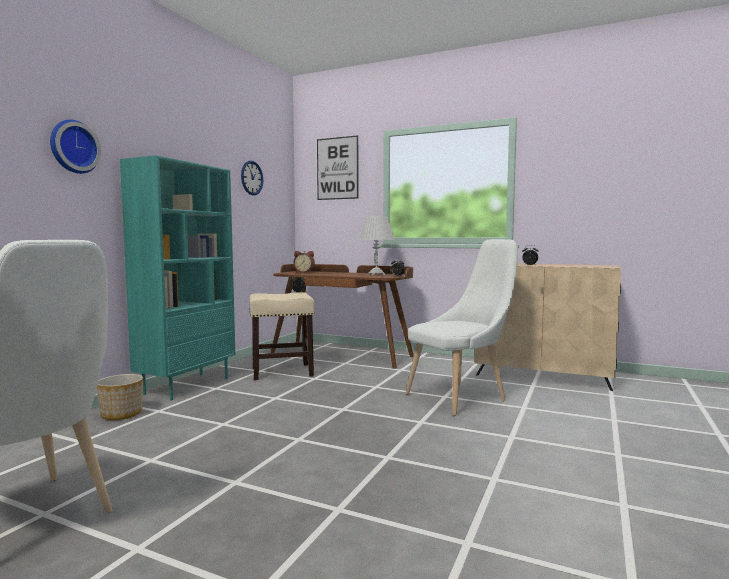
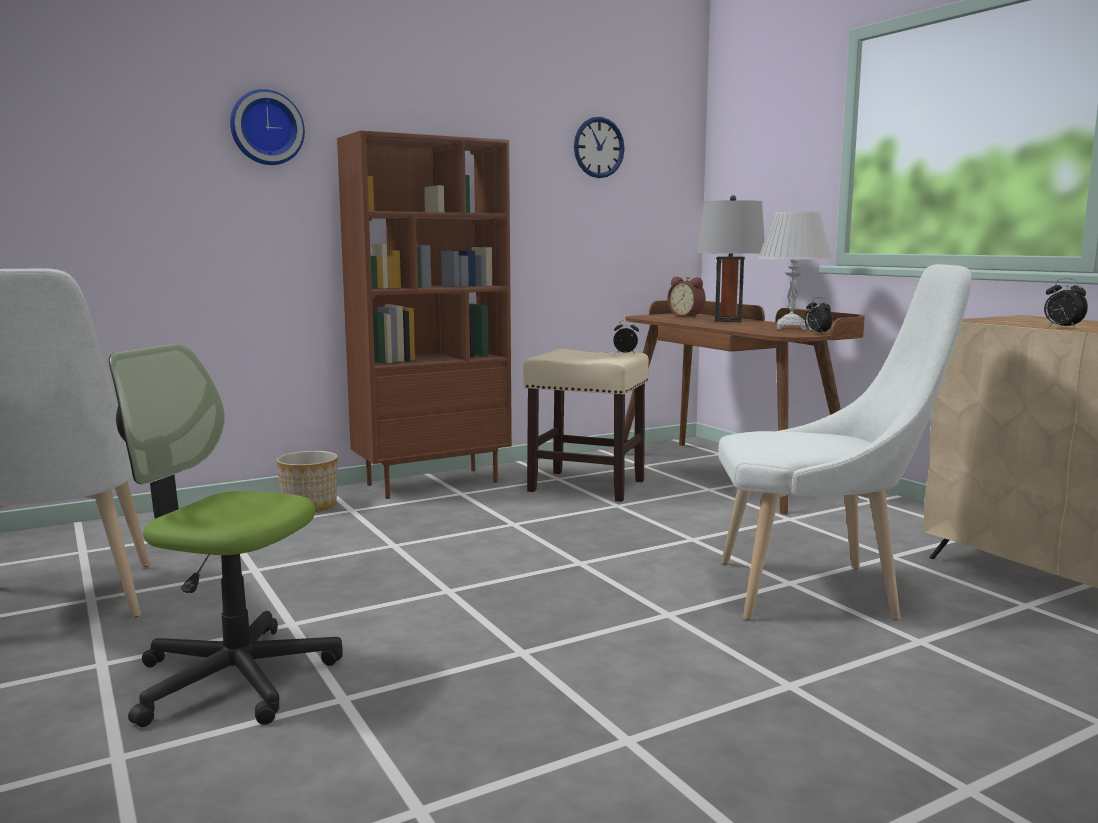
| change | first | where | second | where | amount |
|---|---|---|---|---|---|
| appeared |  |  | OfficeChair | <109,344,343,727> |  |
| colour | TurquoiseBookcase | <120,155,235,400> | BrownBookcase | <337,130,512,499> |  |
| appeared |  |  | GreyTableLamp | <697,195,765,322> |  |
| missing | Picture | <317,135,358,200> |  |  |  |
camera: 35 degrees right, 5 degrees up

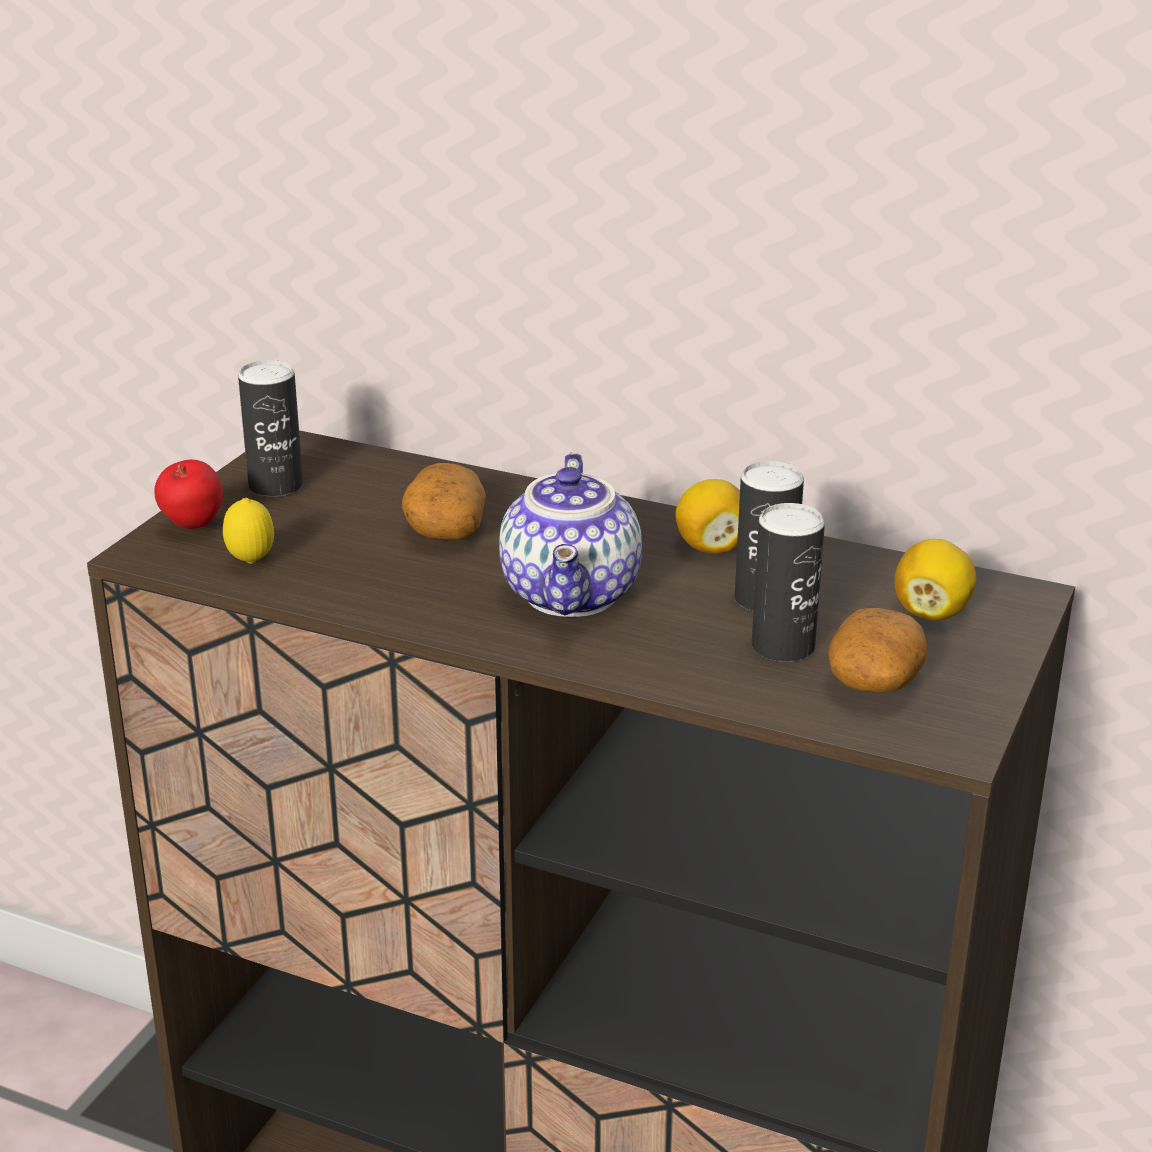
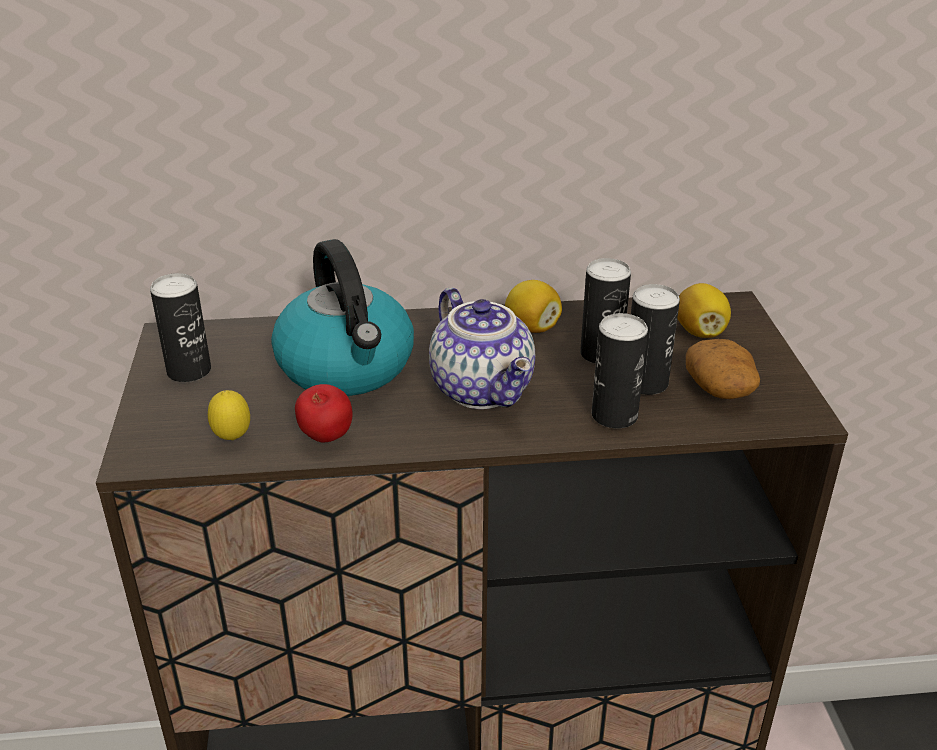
| change | first | where | second | where | amount |
|---|---|---|---|---|---|
| exchanged | Potato | <402,463,486,541> | Kettle | <271,239,414,396> |  |
| relocated | Apple | <154,460,223,529> |  | <295,384,353,442> |  |
| appeared |  |  | Can | <592,313,648,428> |  |
camera: 30 degrees left, 5 degrees up

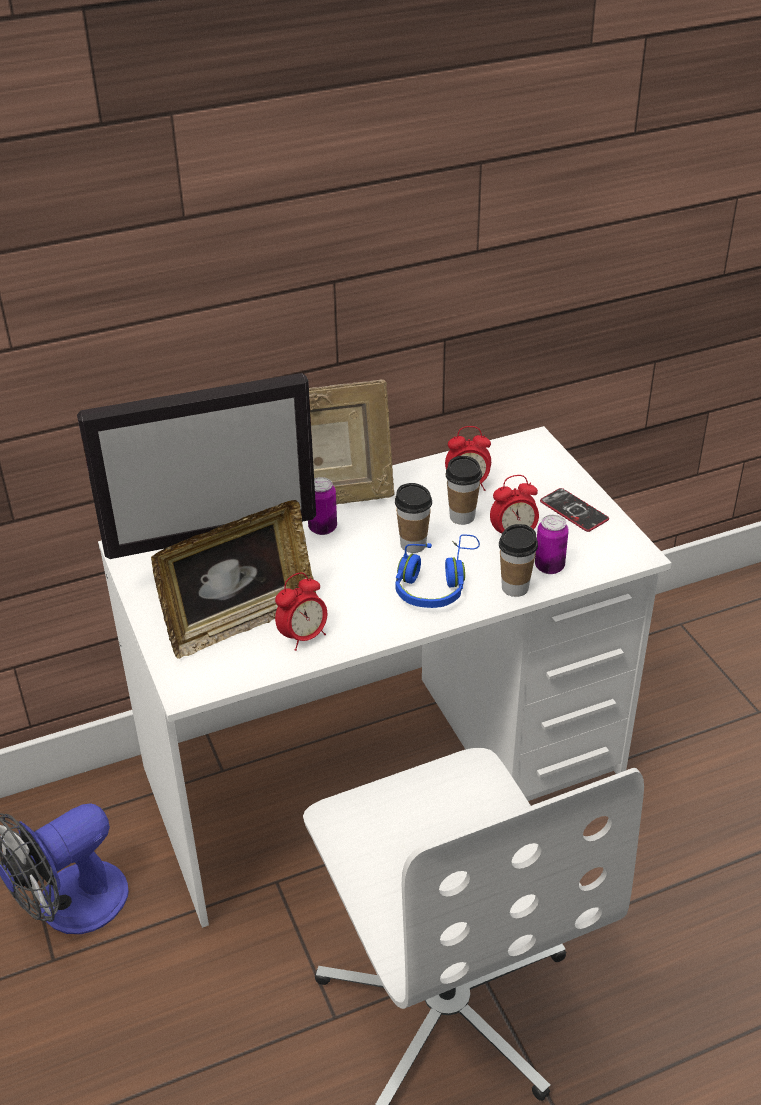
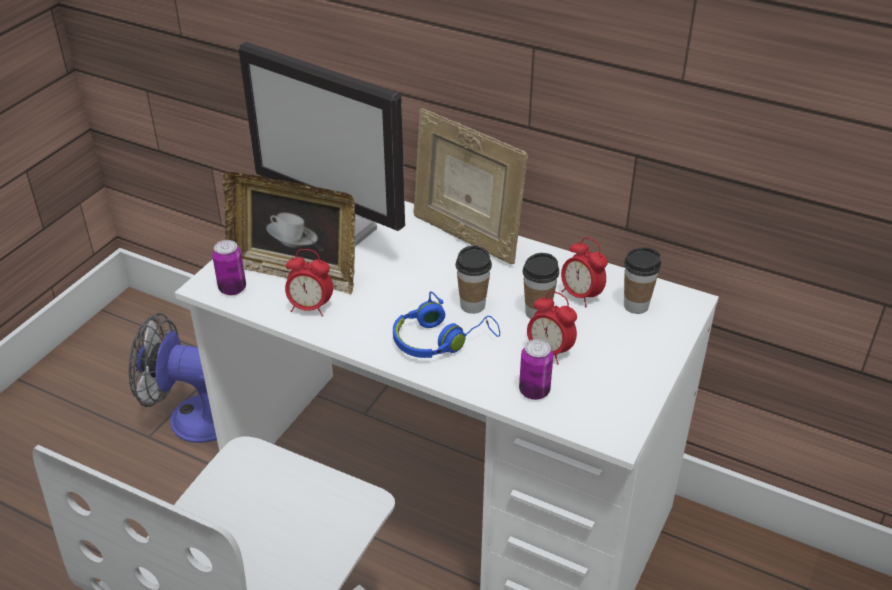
| change | first | where | second | where | amount |
|---|---|---|---|---|---|
| relocated | Can | <308,477,337,535> |  | <212,240,246,295> |  |
| relocated | Cup | <499,524,538,597> |  | <624,248,661,314> |  |
| missing | Phone | <540,488,609,532> |  |  |  |
camera: 50 degrees right, 0 degrees up

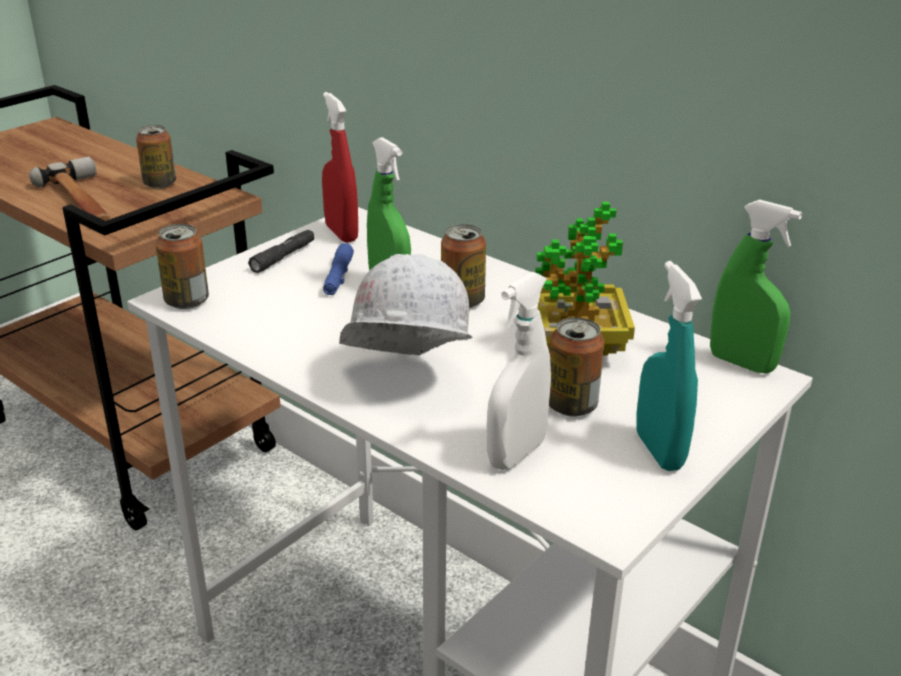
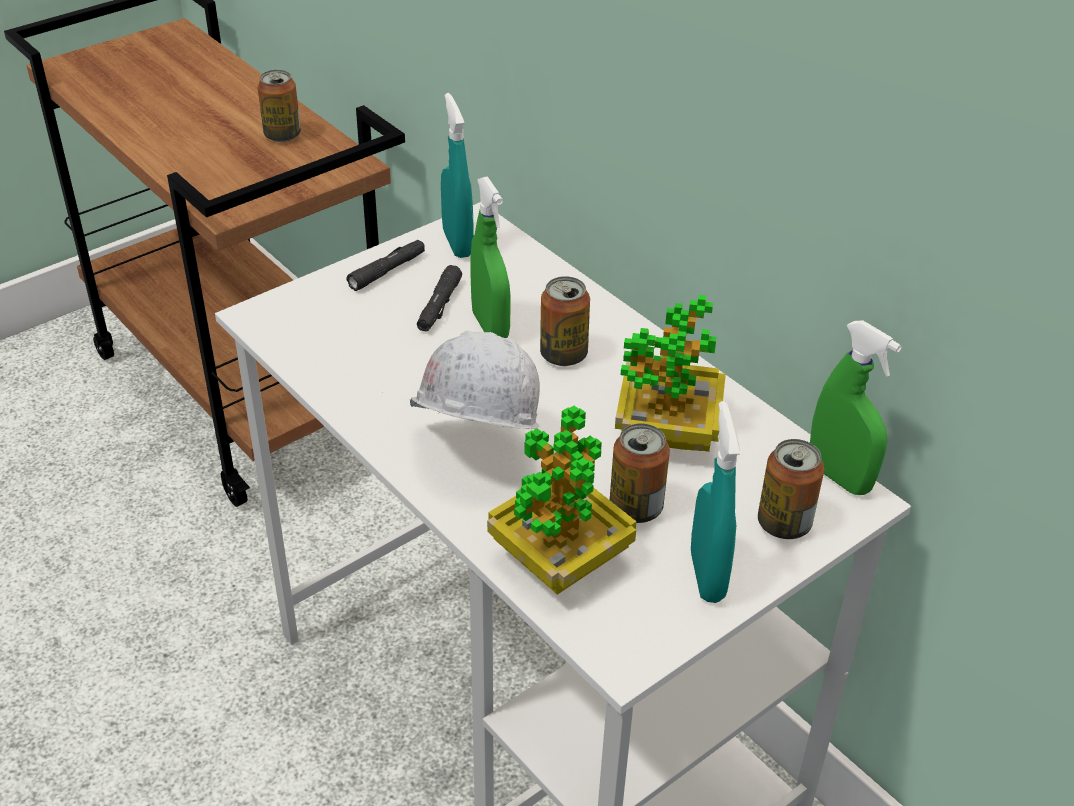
| change | first | where | second | where | amount |
|---|---|---|---|---|---|
| colour | BlueFlashlight | <323,243,354,295> | BlackFlashlight | <417,265,462,332> |  |
| colour | RedSprayBottle | <322,92,358,243> | TurquoiseSprayBottle | <441,93,473,258> |  |
| exchanged | WhiteSprayBottle | <487,272,551,470> | PottedPlant | <487,406,637,595> |  |
| relocated | Can | <155,224,209,309> |  | <758,439,824,539> |  |
| missing | Hammer | <29,157,110,221> |  |  |  |
camera: 10 degrees right, 10 degrees up

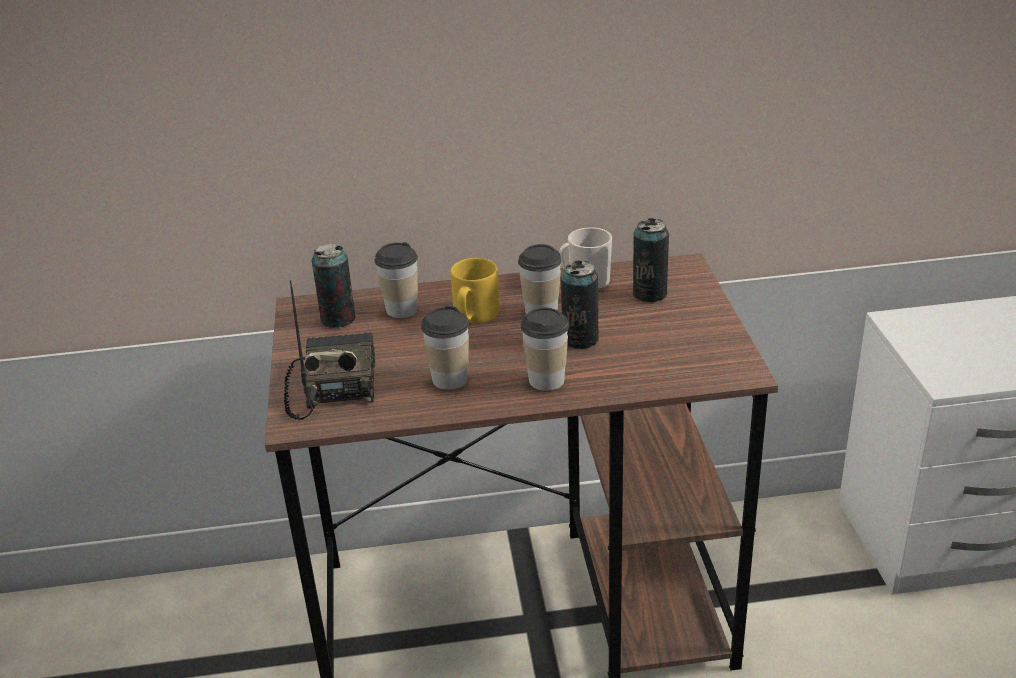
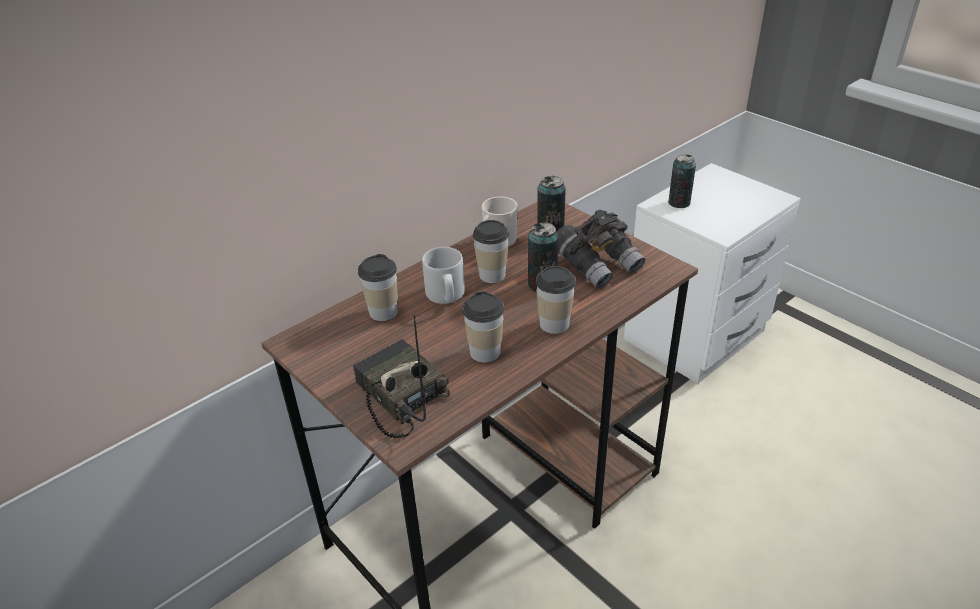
| change | first | where | second | where | amount |
|---|---|---|---|---|---|
| colour | YellowMug | <450,258,500,324> | GreyMug | <422,247,465,304> |  |
| appeared |  |  | GreyBinoculars | <557,210,645,289> |  |
| relocated | Can | <311,243,356,328> |  | <668,155,696,208> |  |
camera: 35 degrees left, 5 degrees up

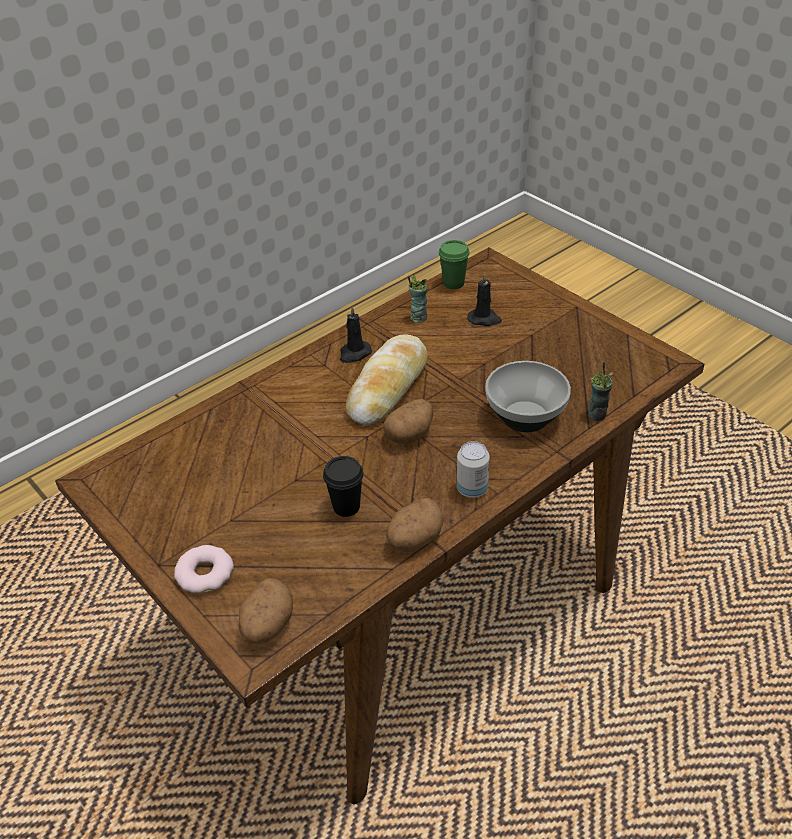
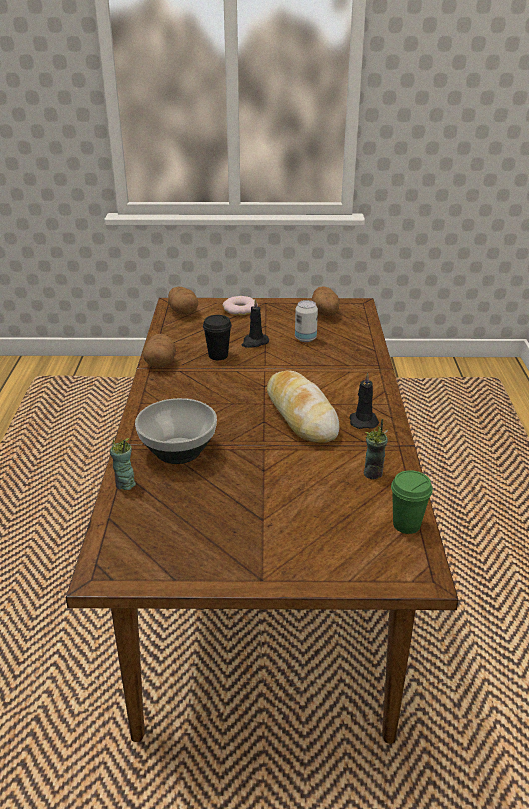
| change | first | where | second | where | amount |
|---|---|---|---|---|---|
| relocated | BlackCandle | <467,273,502,326> |  | <242,298,269,348> |  |
| relocated | Can | <457,441,490,498> |  | <295,300,318,342> |  |
| relocated | Potato | <383,399,433,444> |  | <312,286,340,317> |  |
camera: 130 degrees right, 10 degrees down

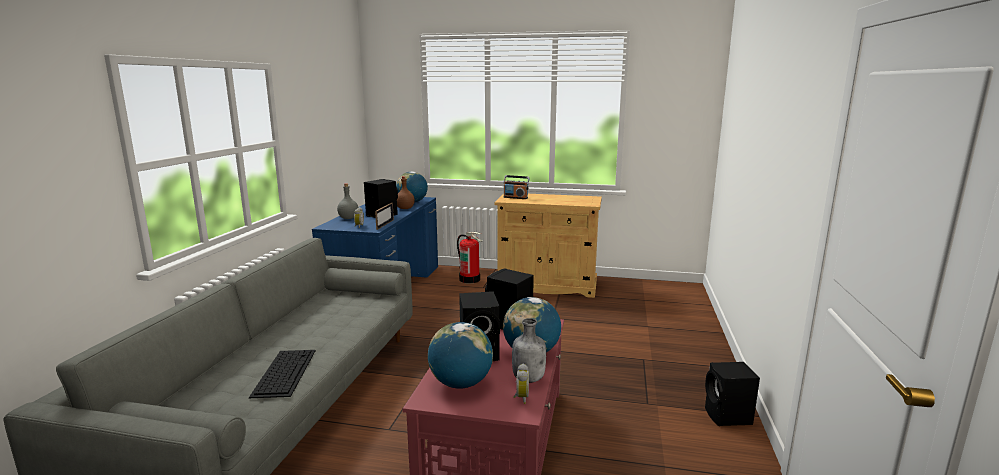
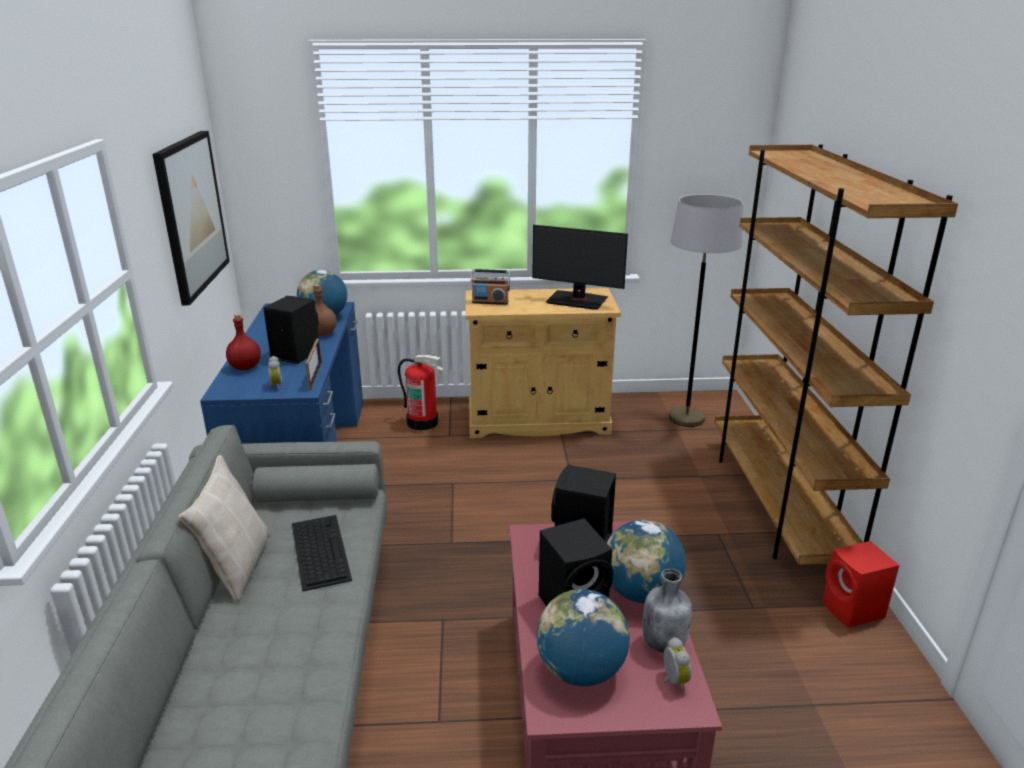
| change | first | where | second | where | amount |
|---|---|---|---|---|---|
| appeared |  |  | Picture | <152,131,230,305> |  |
| appeared |  |  | BeigePillow | <179,455,270,602> |  |
| colour | GreyBottle | <337,183,359,219> | RedBottle | <226,314,261,370> |  |
| relocated | Keyboard | <249,350,316,398> |  | <292,515,352,592> |  |
| appeared |  |  | Monitor | <532,225,628,310> |  |
| appeared |  |  | GreyFloorLamp | <669,194,743,427> |  |
| appeared |  |  | BrownBookcase | <714,144,958,565> |  |
| colour | BlackSpeaker | <705,362,760,426> | RedSpeaker | <822,541,899,628> |  |
camera: 15 degrees left, 10 degrees up

